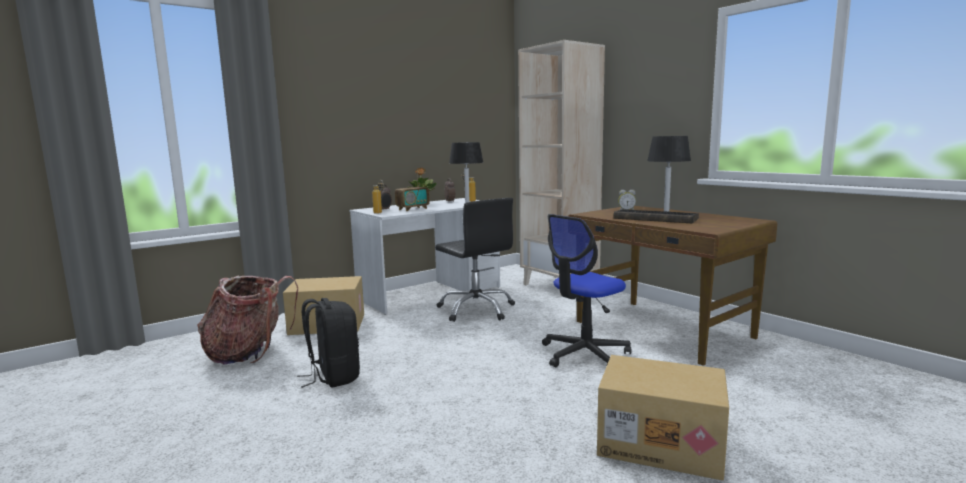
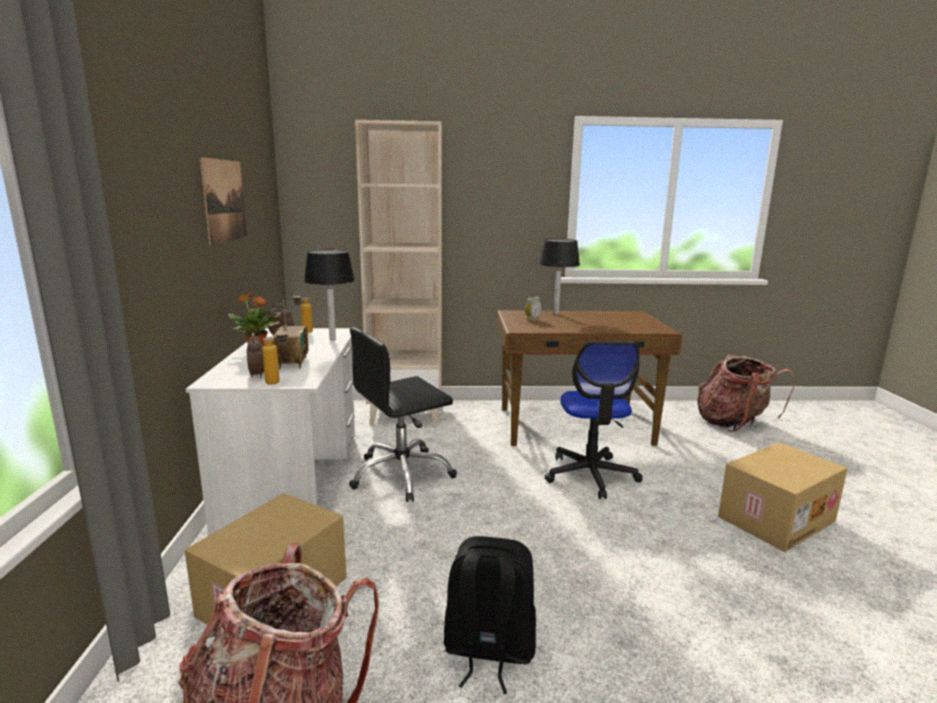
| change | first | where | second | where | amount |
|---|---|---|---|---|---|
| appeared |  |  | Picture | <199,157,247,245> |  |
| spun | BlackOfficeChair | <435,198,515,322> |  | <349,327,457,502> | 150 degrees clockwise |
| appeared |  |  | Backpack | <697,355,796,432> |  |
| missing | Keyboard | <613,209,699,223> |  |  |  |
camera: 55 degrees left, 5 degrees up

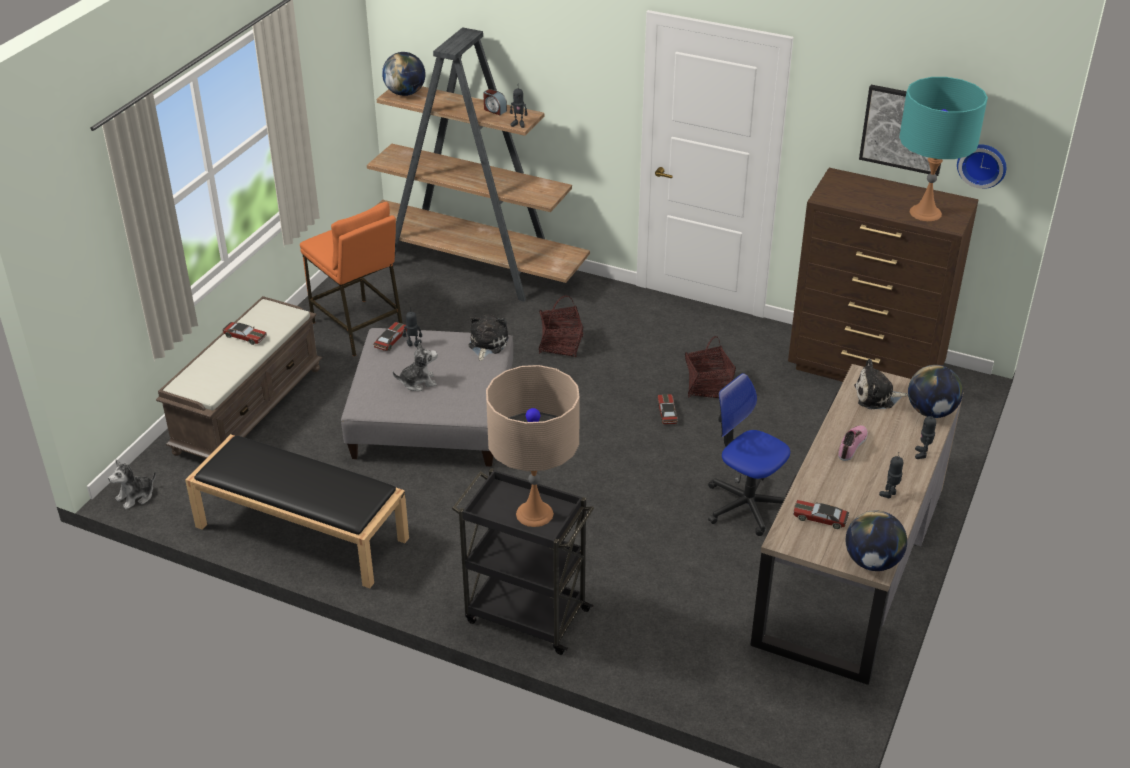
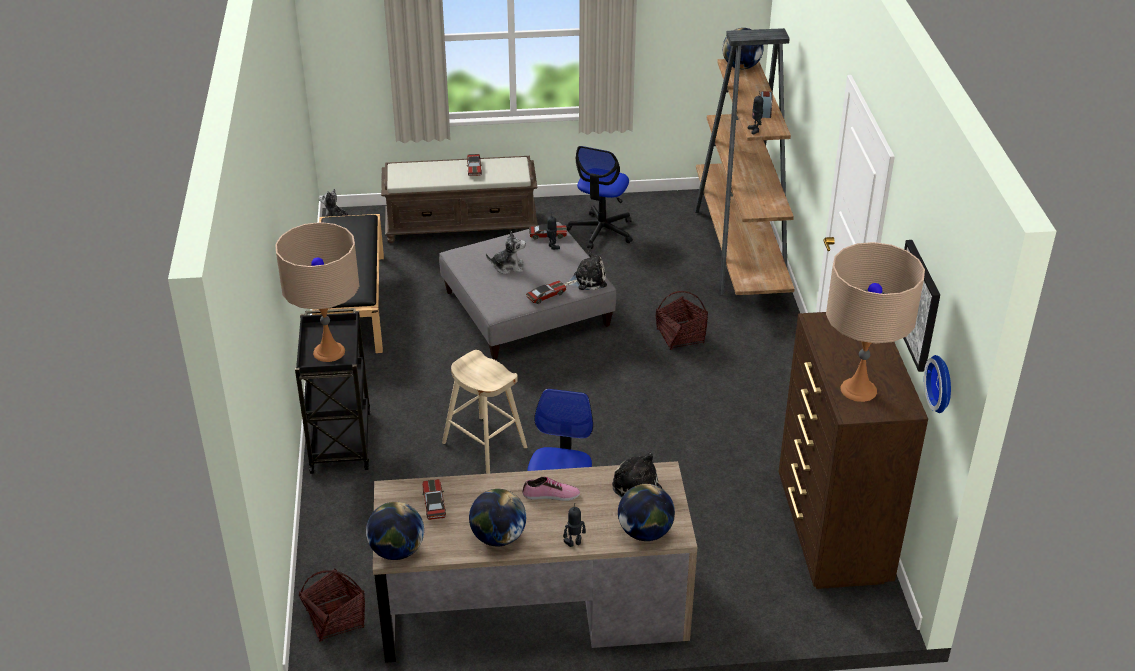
| change | first | where | second | where | amount |
|---|---|---|---|---|---|
| relocated | Basket | <685,336,736,398> |  | <299,568,365,642> |  |
| appeared |  |  | BeigeStool | <442,350,527,474> |  |
| exchanged | ToyRobot | <879,452,903,498> | Globe | <469,489,526,546> |  |
| spun | PlushToy | <393,342,437,391> |  | <486,231,526,274> | 45 degrees counterclockwise |
| relocated | ToyCar | <658,394,678,424> |  | <526,281,566,304> |  |
| exchanged | OrangeStool | <300,202,403,356> | OfficeChair | <565,146,633,249> |  |
| colour | TurquoiseTableLamp | <899,77,988,221> | BeigeTableLamp | <826,242,925,402> |  |
camera: 60 degrees right, 0 degrees up

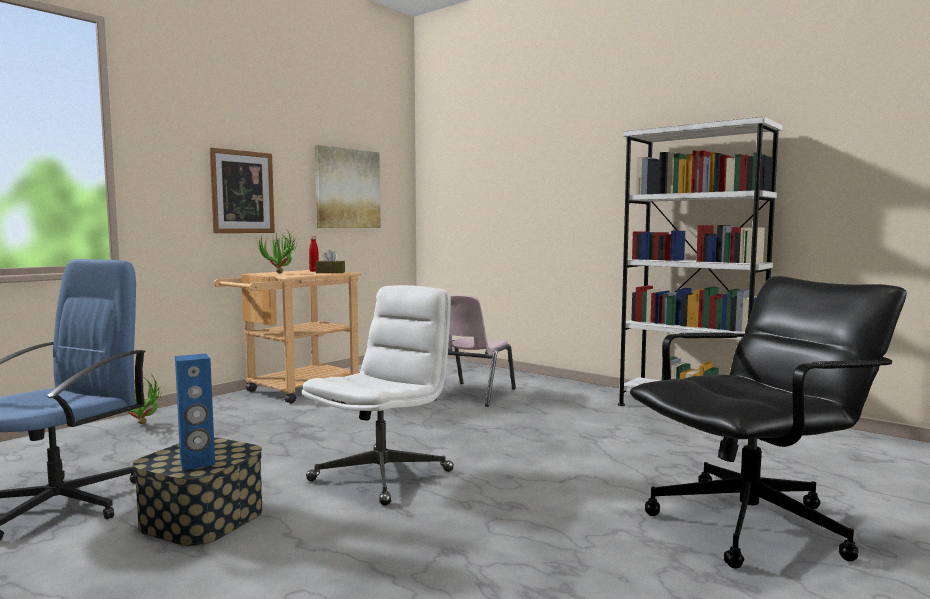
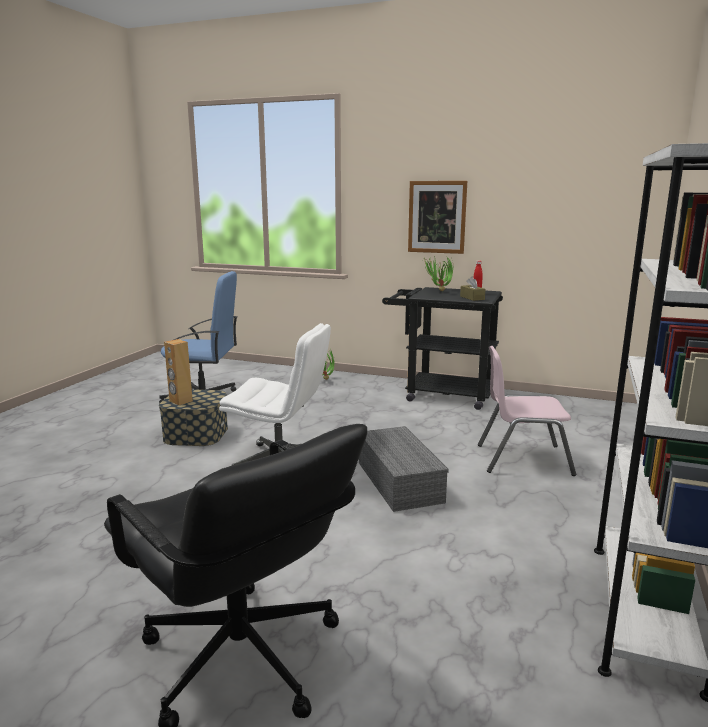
| change | first | where | second | where | amount |
|---|---|---|---|---|---|
| colour | BlueSpeaker | <175,353,215,471> | BrownSpeaker | <164,339,193,405> |  |
| appeared |  |  | GreyStorageBox | <359,426,449,512> |  |
| colour | BeigeCart | <214,270,361,404> | BlackCart | <382,287,503,410> |  |
| missing | Picture | <315,145,381,228> |  |  |  |
camera: 70 degrees right, 10 degrees up

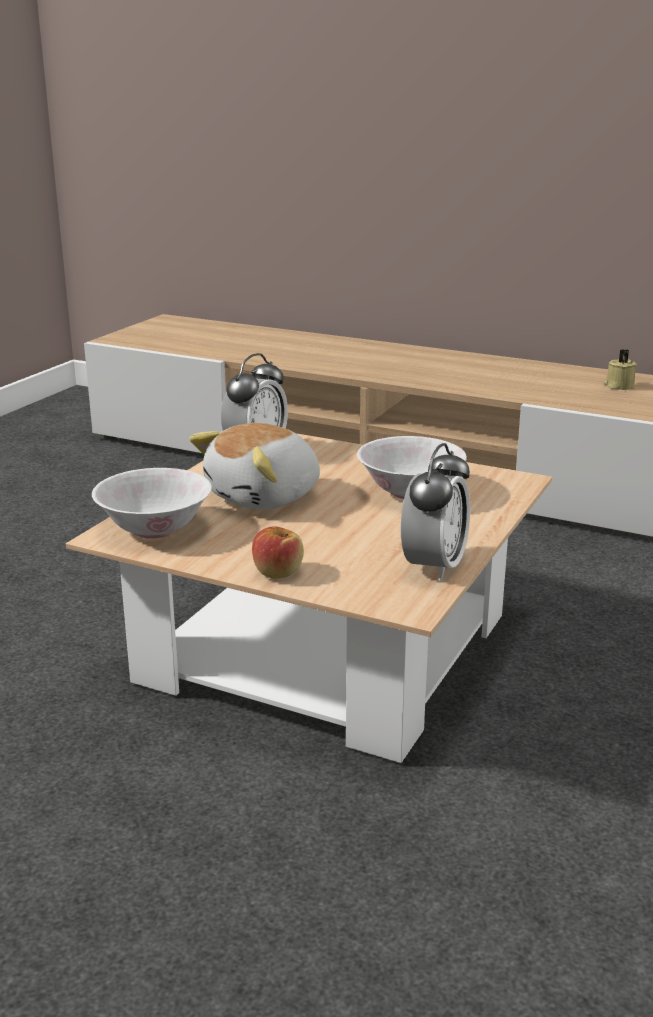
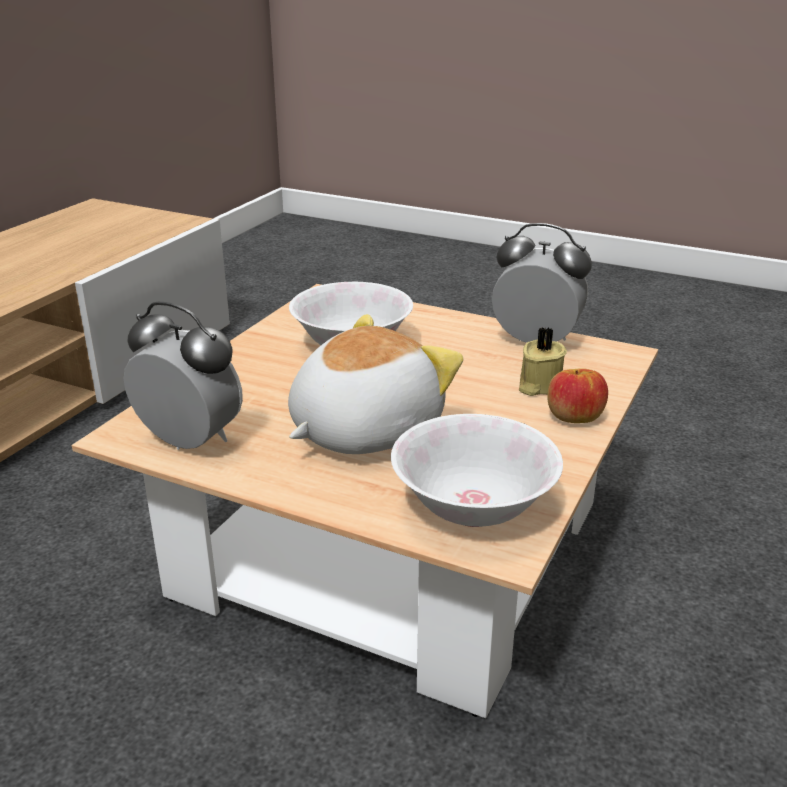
| change | first | where | second | where | amount |
|---|---|---|---|---|---|
| spun | PlushToy | <189,423,320,510> |  | <288,314,463,454> | 90 degrees counterclockwise |
| relocated | BeigeCandle | <604,349,637,390> |  | <519,327,567,396> |  |
camera: 90 degrees left, 5 degrees up

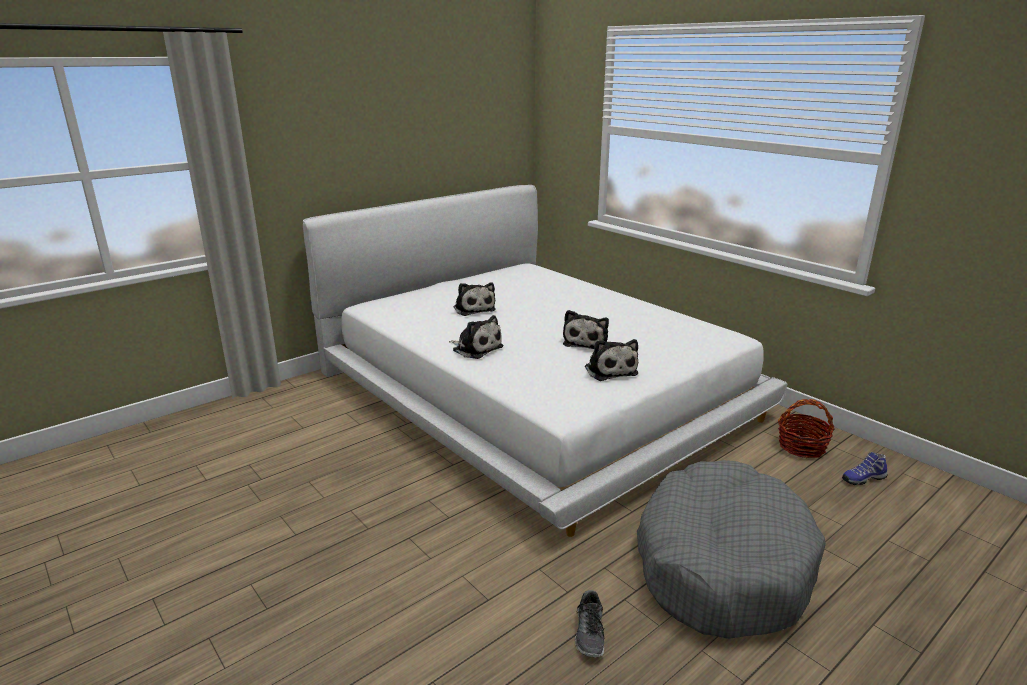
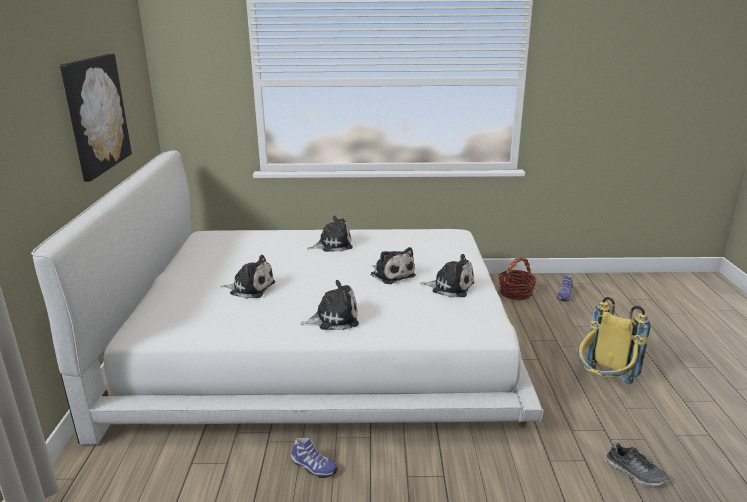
| change | first | where | second | where | amount |
|---|---|---|---|---|---|
| appeared |  |  | Picture | <60,54,132,182> |  |
| appeared |  |  | Shoe | <291,438,338,478> |  |
| appeared |  |  | PlushToy | <307,216,353,252> |  |
| exchanged | GreyDogBed | <637,460,826,639> | YellowBackpack | <578,297,650,384> |  |
camera: 50 degrees left, 0 degrees up

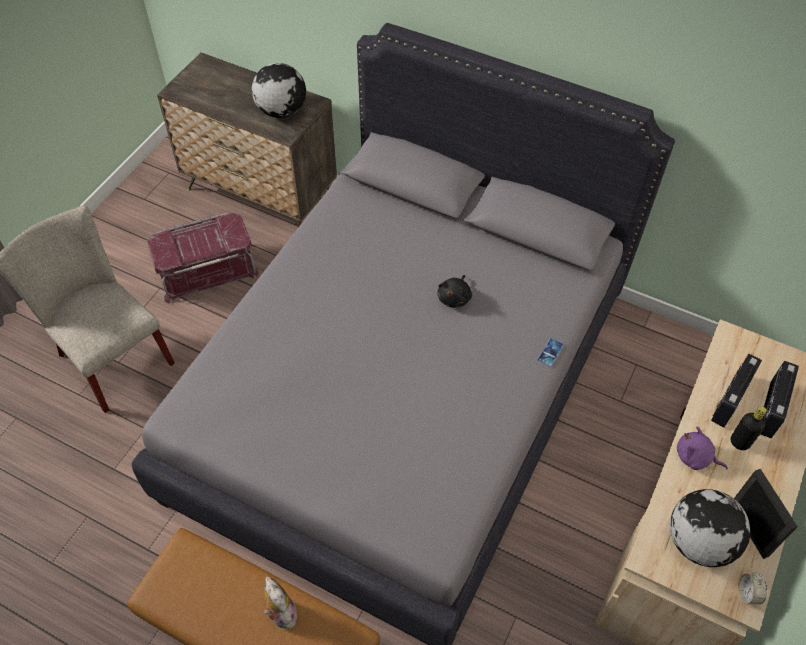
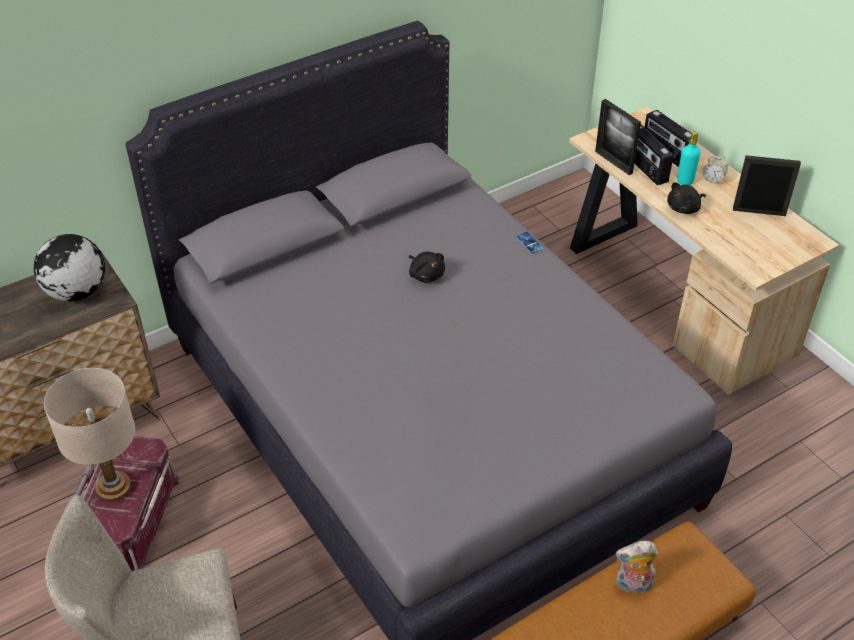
| change | first | where | second | where | amount |
|---|---|---|---|---|---|
| appeared |  |  | BeigeTableLamp | <44,368,135,502> |  |
| appeared |  |  | PictureFrame | <595,99,641,175> |  |
| colour | PurplePlushToy | <677,426,728,470> | BlackPlushToy | <667,182,706,214> |  |
| colour | BlackBottle | <731,406,767,450> | TurquoiseBottle | <677,132,701,185> |  |
| relocated | AlarmClock | <738,572,768,604> |  | <703,154,728,184> |  |
| missing | Globe | <670,489,750,567> |  |  |  |
camera: 60 degrees left, 10 degrees down

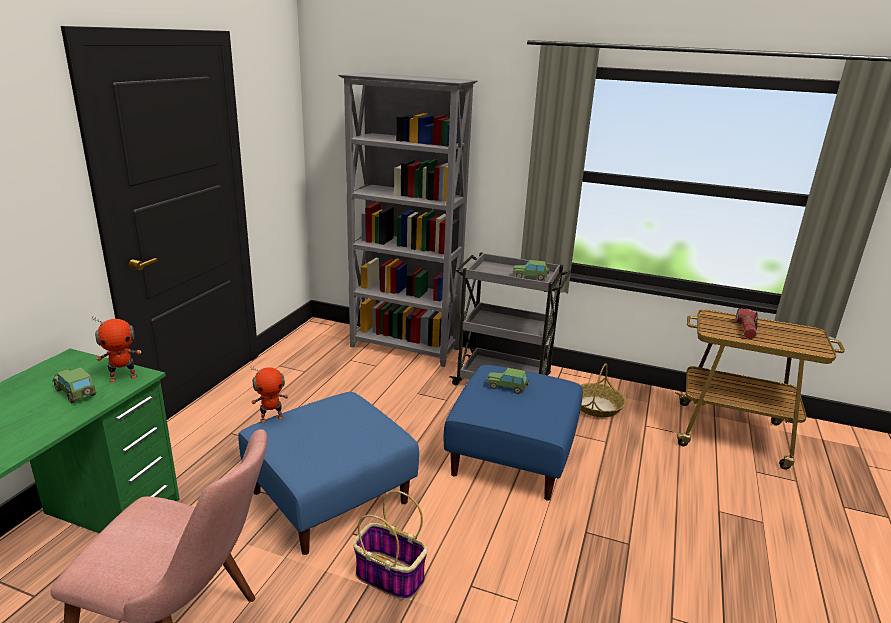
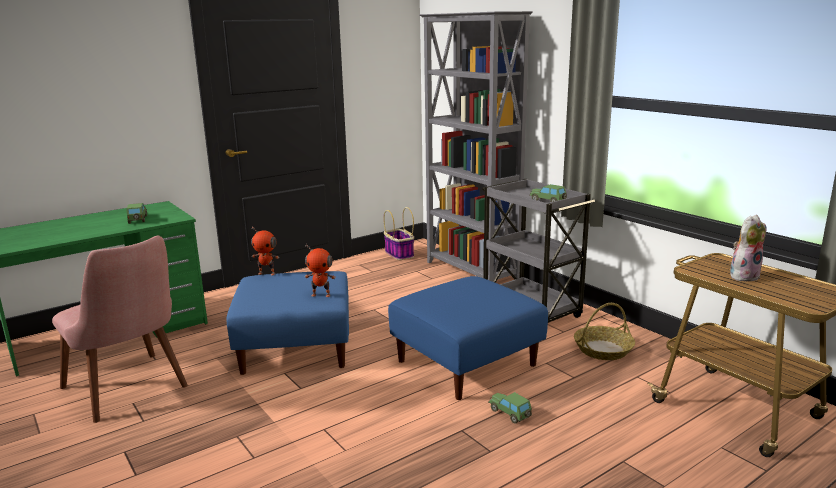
| change | first | where | second | where | amount |
|---|---|---|---|---|---|
| relocated | ToyRobot | <92,316,142,382> |  | <305,245,336,297> |  |
| relocated | Basket | <353,490,427,600> |  | <383,207,414,260> |  |
| relocated | ToyCar | <486,368,529,394> |  | <488,392,532,424> |  |
| exchanged | Flashlight | <736,309,758,339> | PlushToy | <730,215,767,283> |  |
camera: 35 degrees right, 5 degrees down

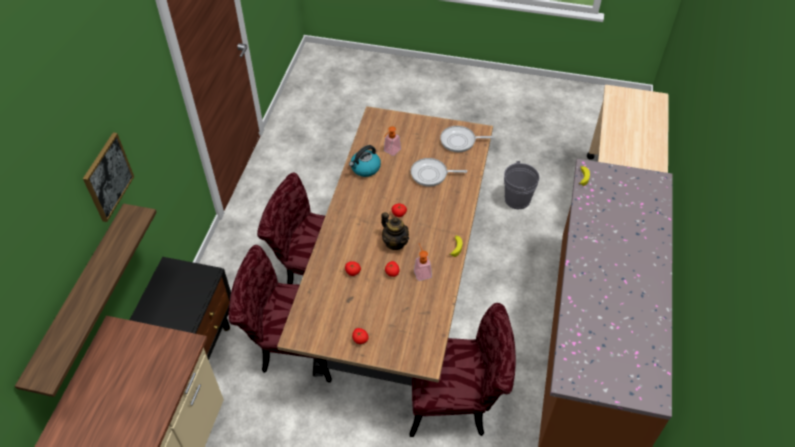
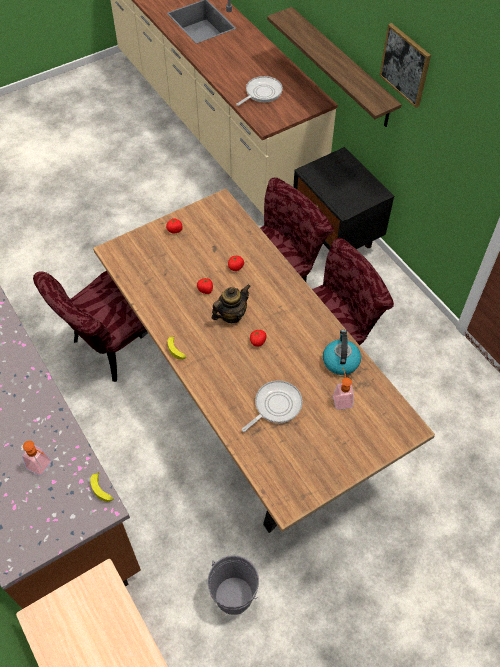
| change | first | where | second | where | amount |
|---|---|---|---|---|---|
| relocated | SoapDispenser | <414,244,432,281> |  | <22,441,51,475> |  |
| spun | Teapot | <381,212,409,250> |  | <212,284,251,323> | 135 degrees clockwise |
| relocated | FryingPan | <440,126,495,152> |  | <236,76,283,106> |  |
camera: 135 degrees right, 5 degrees up

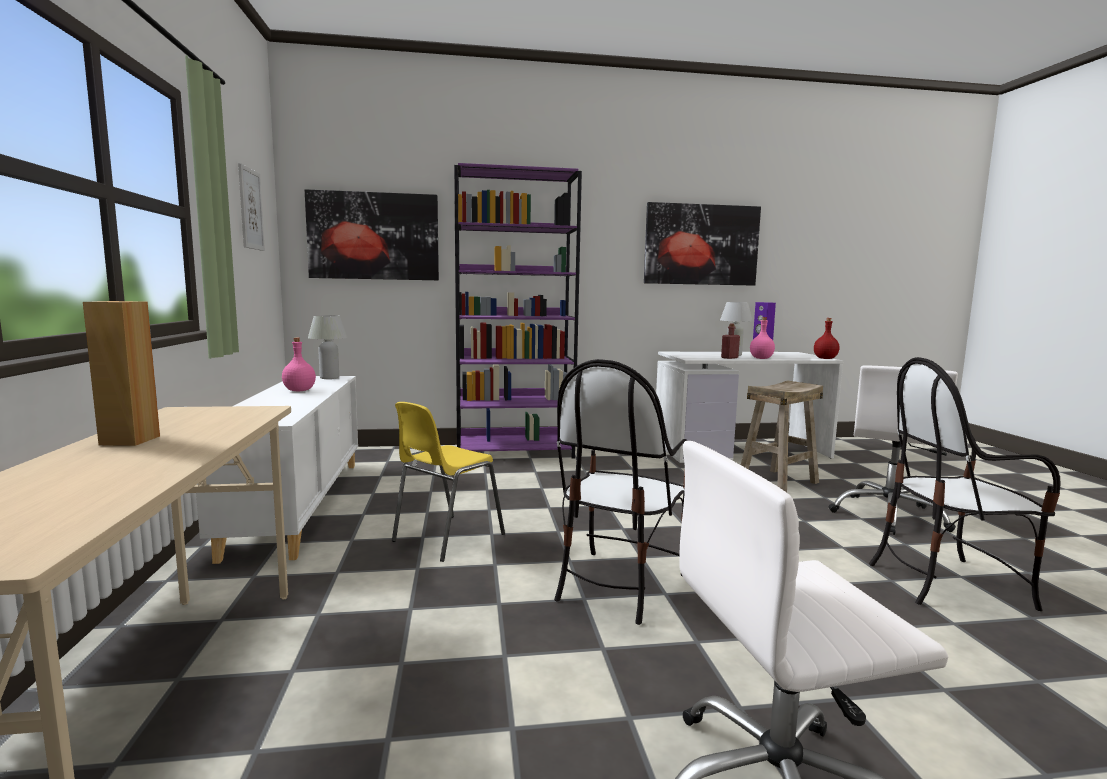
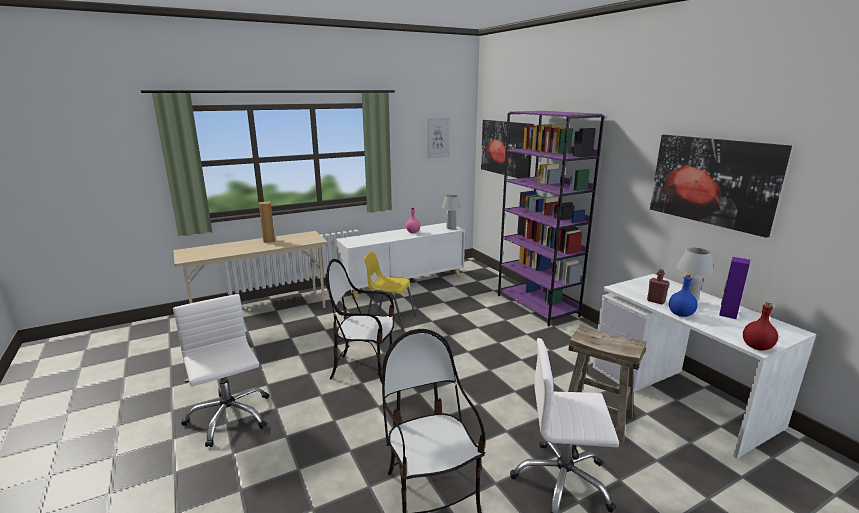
| change | first | where | second | where | amount |
|---|---|---|---|---|---|
| colour | PinkBottle | <750,317,775,359> | BlueBottle | <669,274,698,317> |  |
camera: 70 degrees right, 10 degrees up

